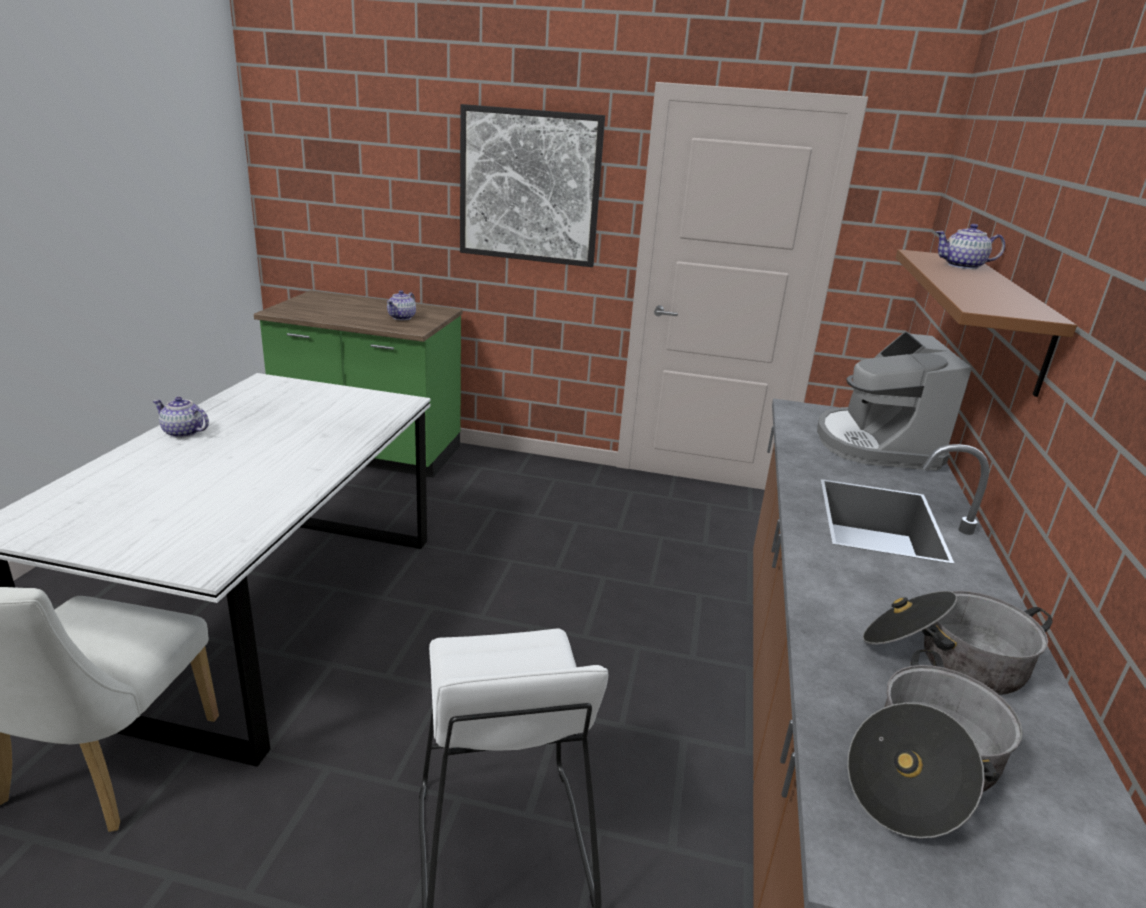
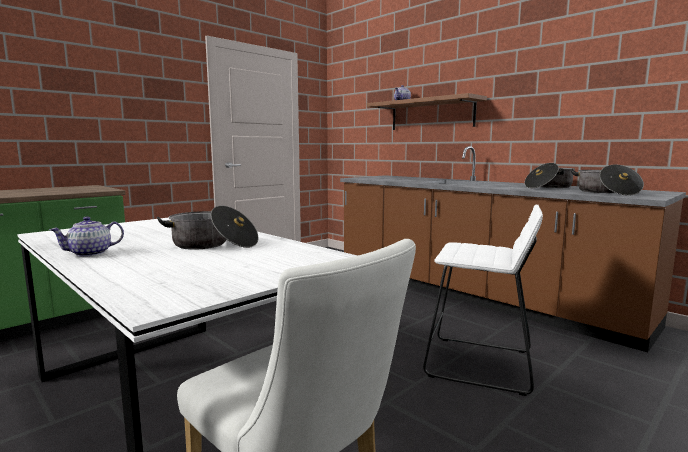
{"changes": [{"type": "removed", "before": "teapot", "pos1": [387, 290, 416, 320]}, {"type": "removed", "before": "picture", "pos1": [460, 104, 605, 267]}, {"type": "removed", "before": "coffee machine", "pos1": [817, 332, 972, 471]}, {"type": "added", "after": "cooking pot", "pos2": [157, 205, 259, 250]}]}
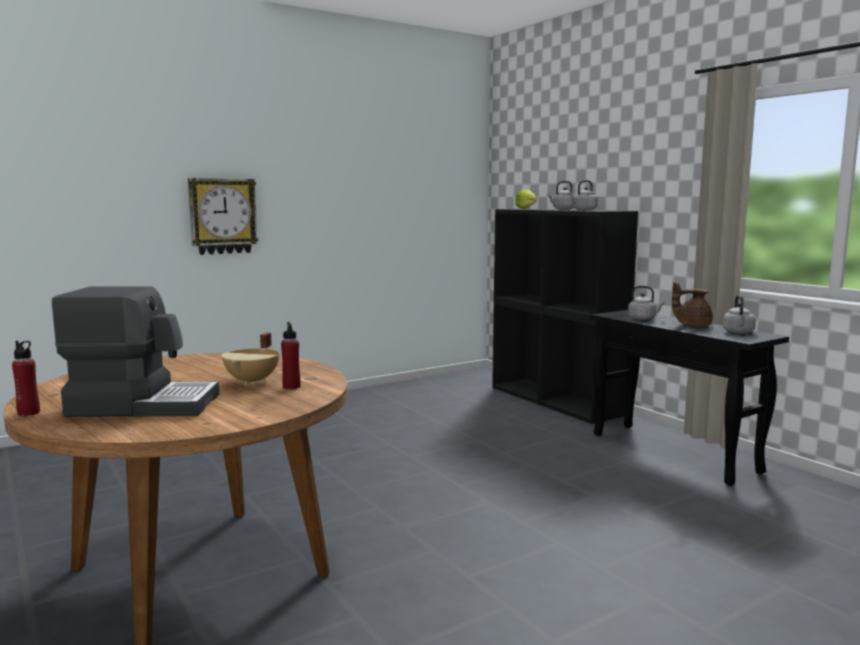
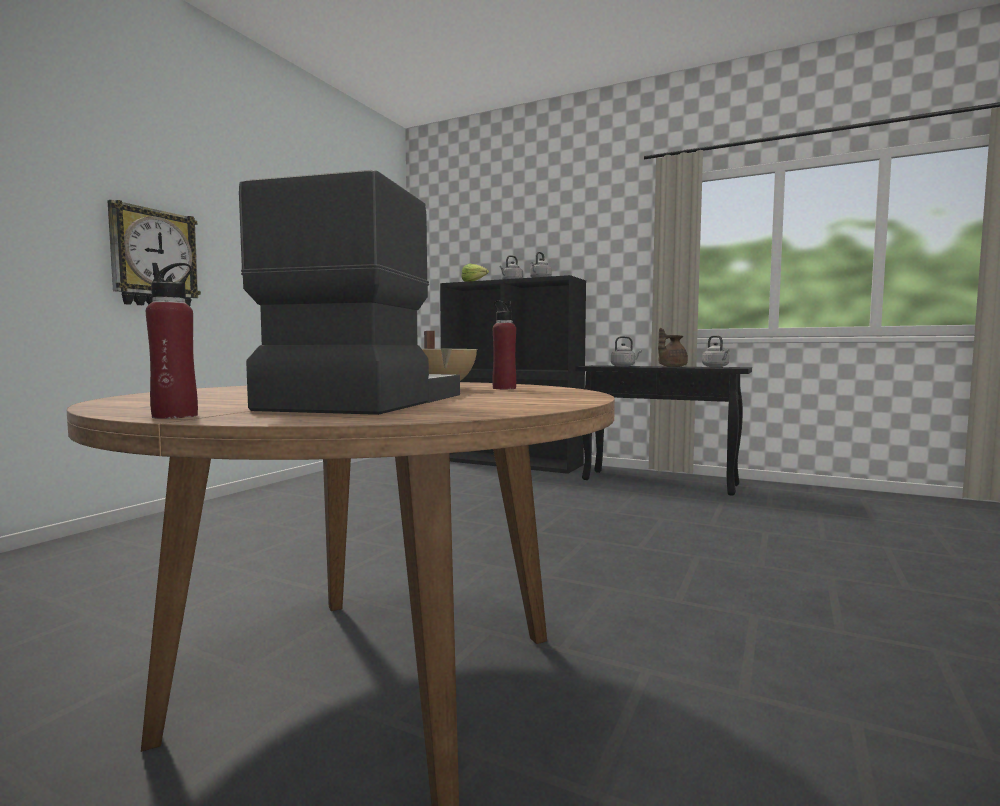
{"changes": [{"type": "turned", "before": "coffee machine", "pos1": [52, 286, 219, 417], "pos2": [239, 170, 460, 415], "turn": -45}]}
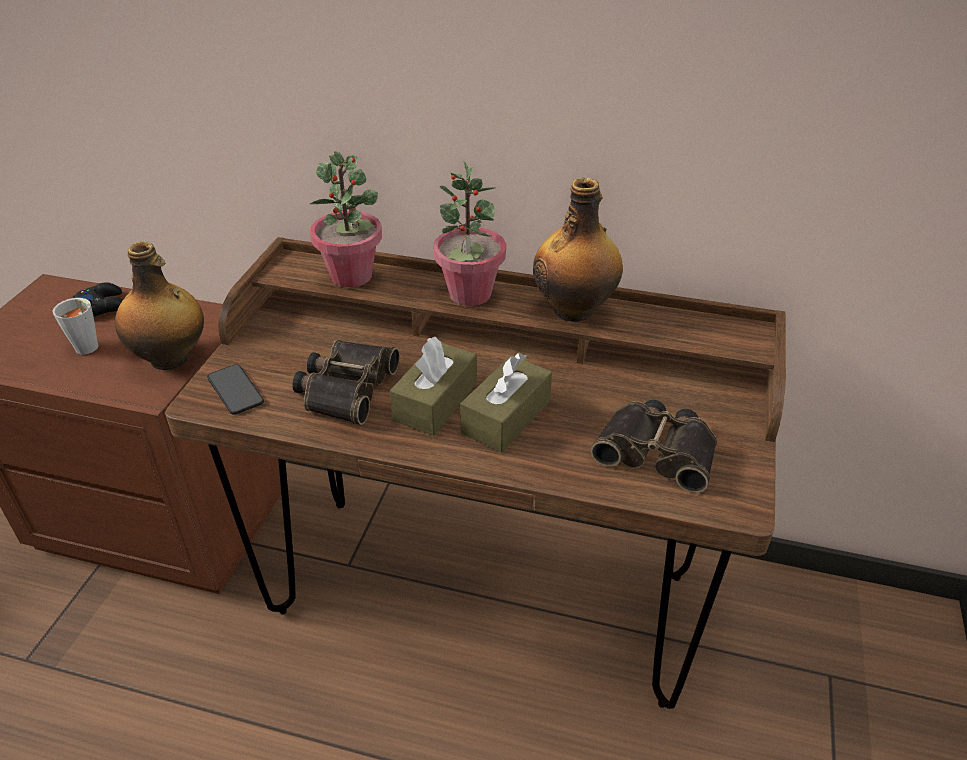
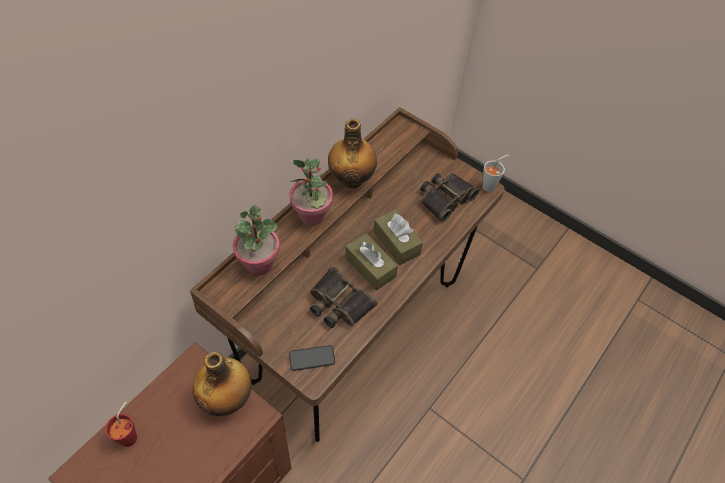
{"changes": [{"type": "moved", "before": "grey cup", "pos1": [52, 298, 99, 354], "pos2": [482, 155, 509, 192]}, {"type": "replaced", "before": "black game controller", "after": "red cup", "pos1": [73, 282, 123, 317], "pos2": [105, 401, 137, 447]}]}
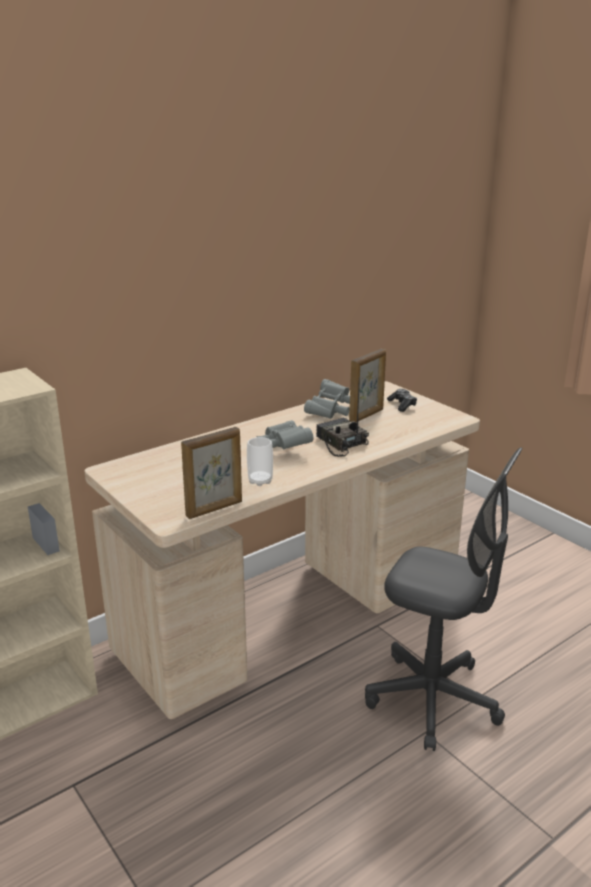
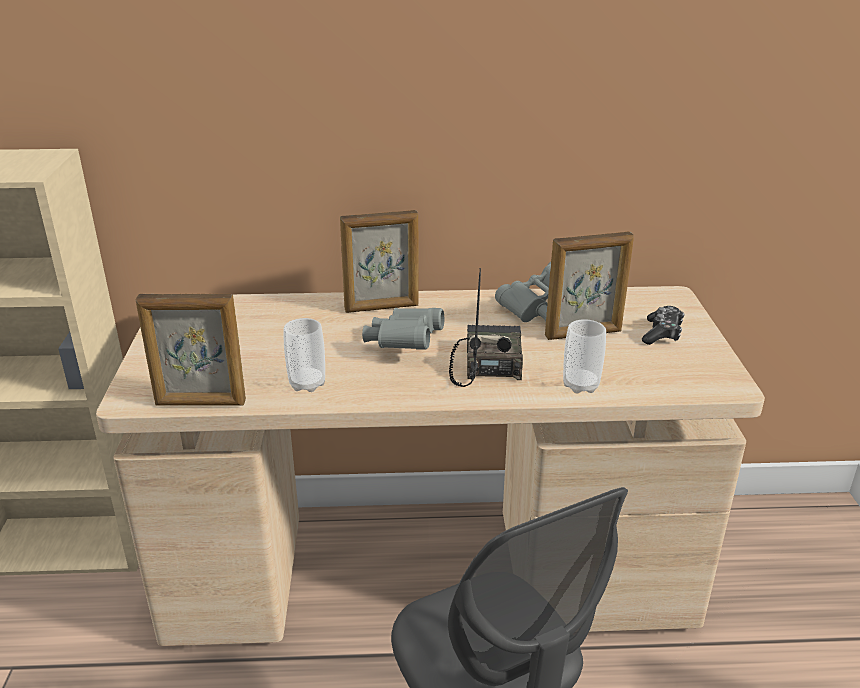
{"changes": [{"type": "added", "after": "picture frame", "pos2": [340, 210, 418, 313]}, {"type": "added", "after": "cup", "pos2": [563, 319, 606, 394]}]}
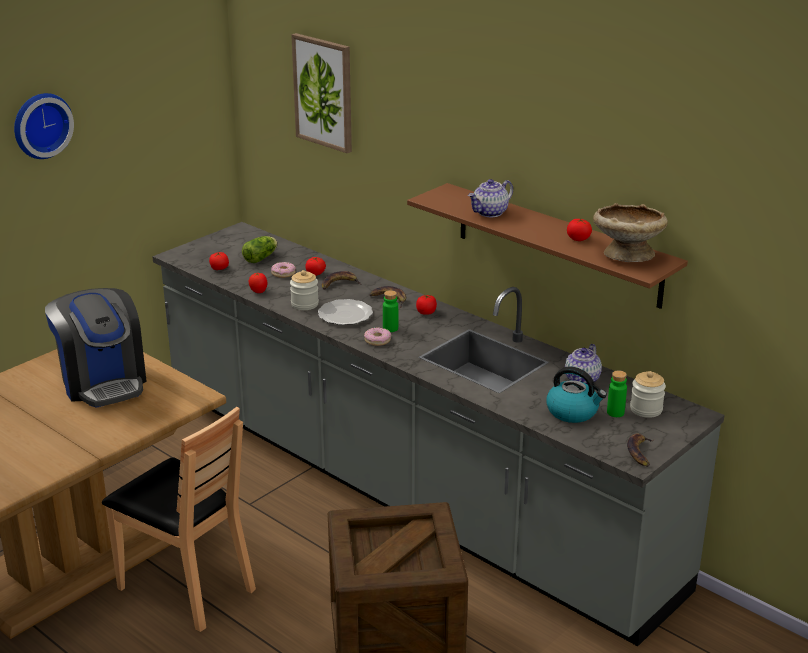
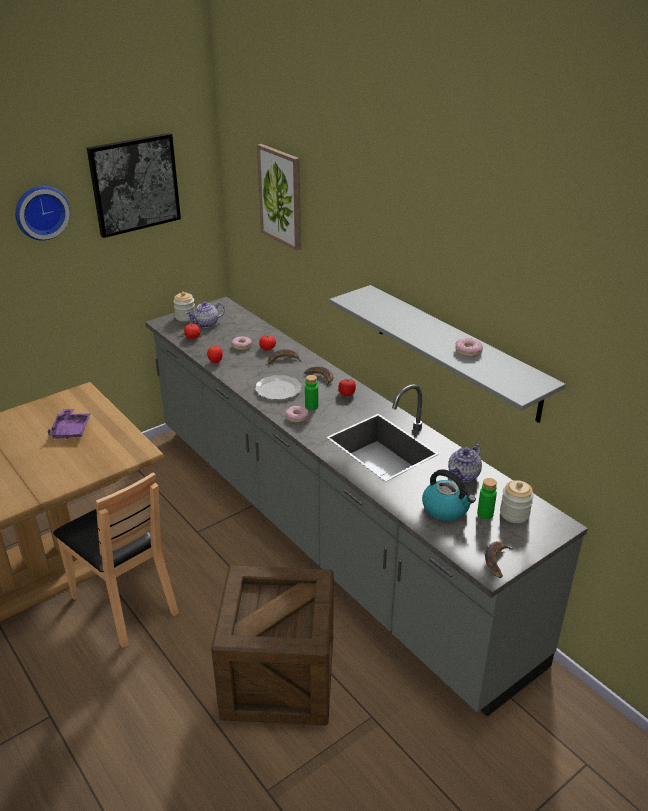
{"changes": [{"type": "removed", "before": "lettuce", "pos1": [242, 236, 277, 263]}, {"type": "removed", "before": "beige bowl", "pos1": [593, 203, 668, 262]}, {"type": "added", "after": "picture", "pos2": [87, 133, 181, 238]}, {"type": "moved", "before": "jar", "pos1": [290, 270, 319, 310], "pos2": [173, 292, 195, 322]}, {"type": "moved", "before": "teapot", "pos1": [468, 179, 513, 217], "pos2": [186, 302, 225, 328]}, {"type": "replaced", "before": "coffee machine", "after": "purple tray", "pos1": [45, 288, 147, 408], "pos2": [48, 409, 91, 439]}, {"type": "replaced", "before": "tomato", "after": "donut", "pos1": [567, 219, 592, 241], "pos2": [455, 338, 483, 357]}, {"type": "recoloured", "before": "brown shelf", "after": "grey shelf", "pos1": [407, 183, 688, 309], "pos2": [329, 285, 566, 423]}]}
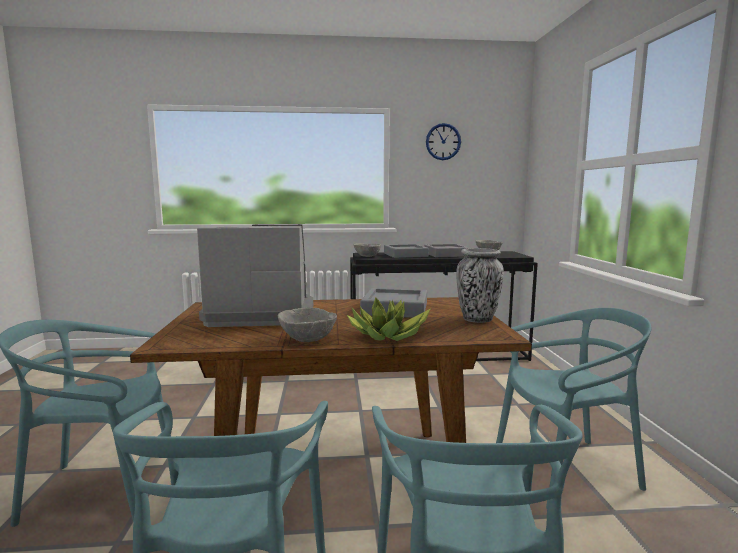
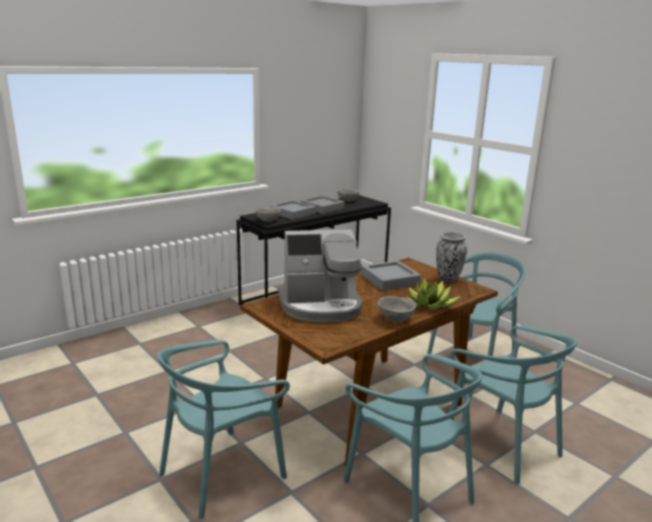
{"changes": [{"type": "removed", "before": "wall clock", "pos1": [426, 123, 461, 160]}, {"type": "turned", "before": "coffee machine", "pos1": [197, 224, 313, 327], "pos2": [278, 230, 362, 323], "turn": -150}]}
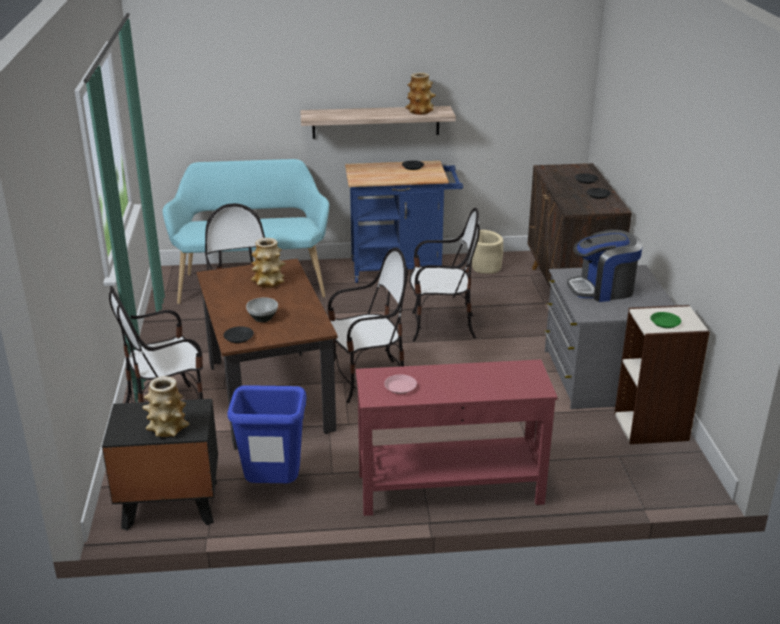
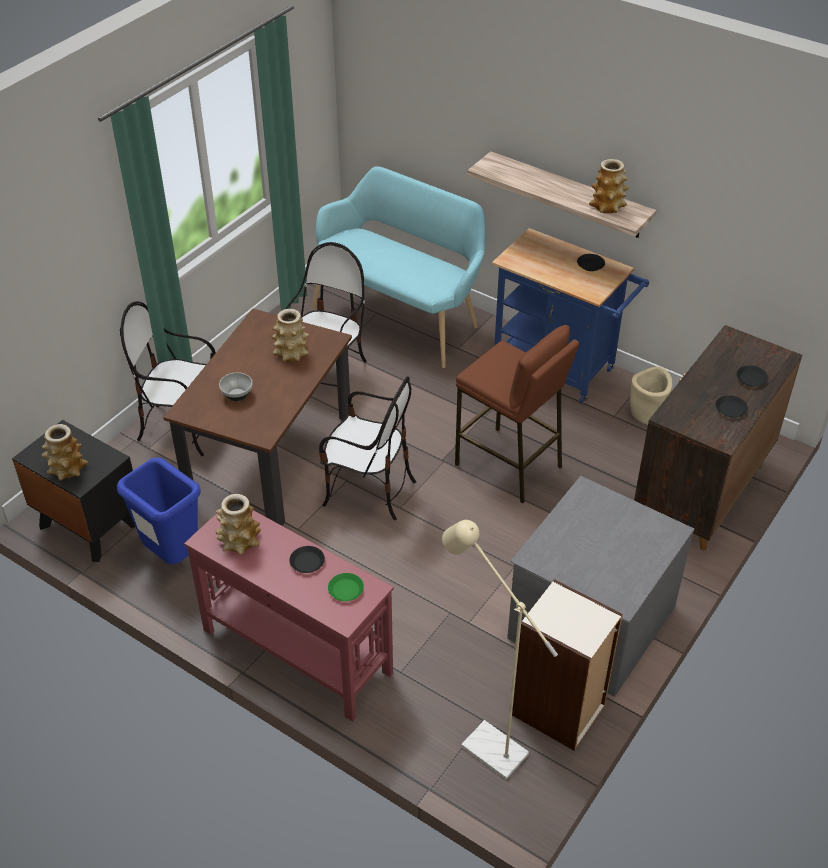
{"changes": [{"type": "removed", "before": "coffee machine", "pos1": [567, 229, 643, 302]}, {"type": "added", "after": "beige floor lamp", "pos2": [442, 520, 558, 780]}, {"type": "moved", "before": "black plate", "pos1": [223, 326, 254, 343], "pos2": [290, 546, 325, 573]}, {"type": "moved", "before": "green plate", "pos1": [650, 312, 681, 328], "pos2": [328, 573, 364, 601]}, {"type": "replaced", "before": "pink plate", "after": "vase", "pos1": [384, 374, 417, 394], "pos2": [216, 494, 261, 555]}, {"type": "replaced", "before": "chair", "after": "brown stool", "pos1": [409, 208, 480, 341], "pos2": [455, 325, 579, 504]}]}
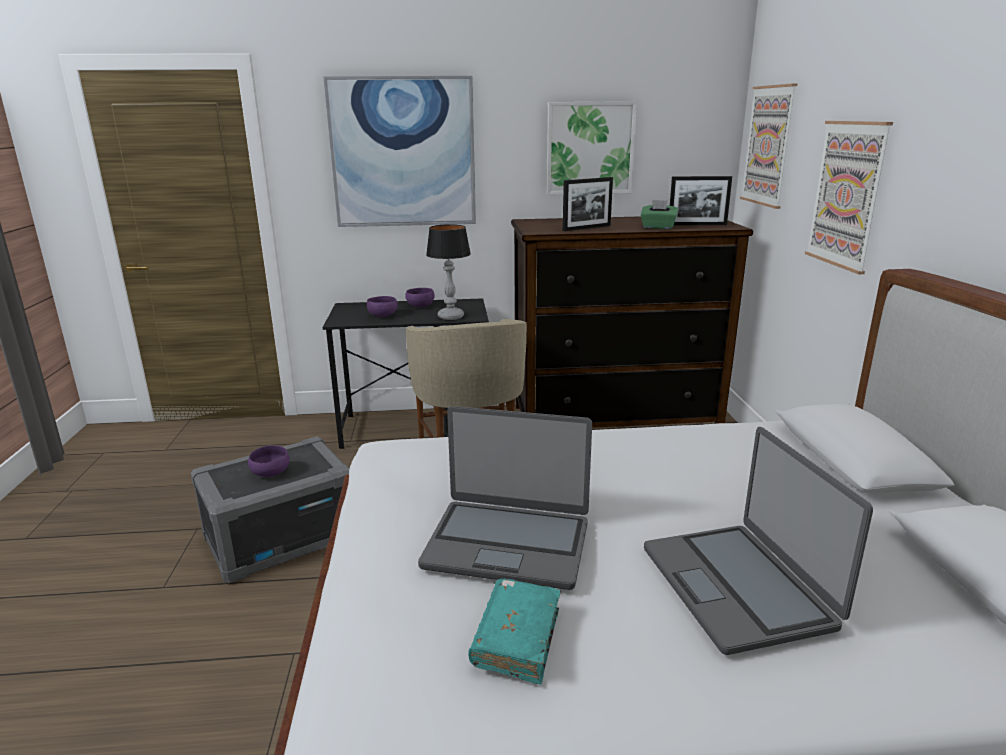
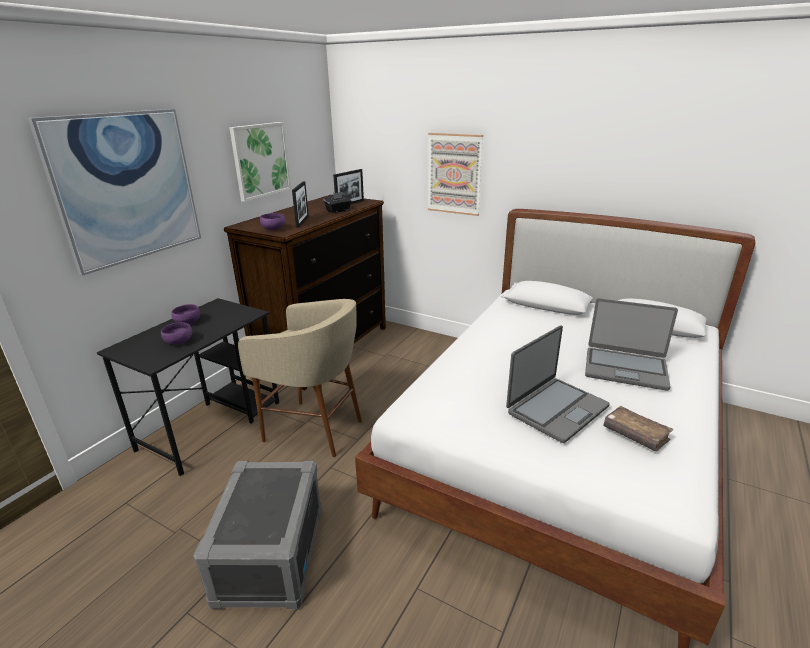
{"changes": [{"type": "removed", "before": "table lamp", "pos1": [426, 224, 471, 320]}, {"type": "removed", "before": "picture", "pos1": [740, 83, 798, 209]}, {"type": "moved", "before": "purple bowl", "pos1": [248, 445, 290, 477], "pos2": [260, 213, 286, 230]}, {"type": "recoloured", "before": "turquoise book", "after": "brown book", "pos1": [468, 578, 561, 685], "pos2": [604, 406, 673, 451]}, {"type": "recoloured", "before": "green tissue box", "after": "black tissue box", "pos1": [641, 200, 678, 229], "pos2": [324, 192, 351, 213]}]}
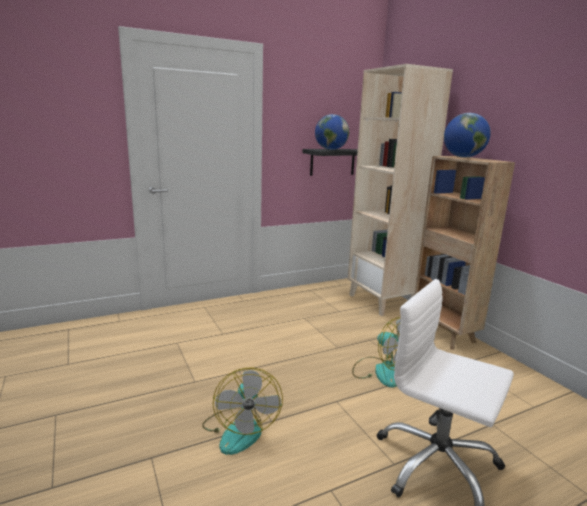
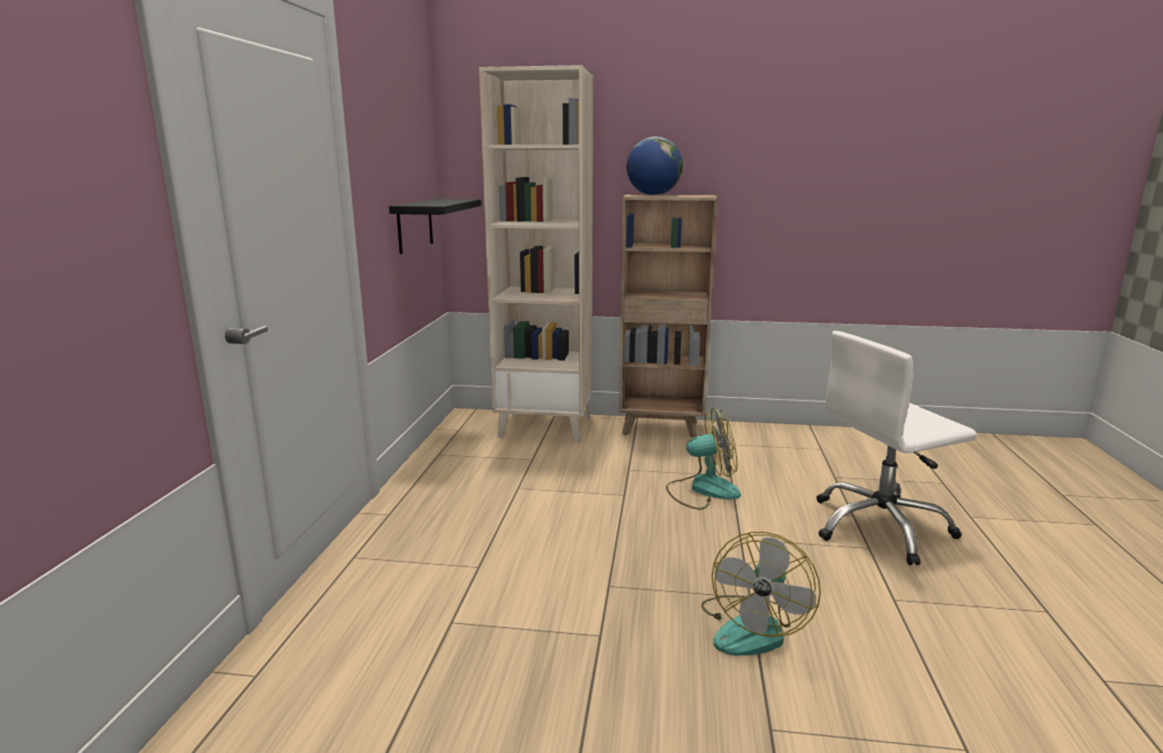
{"changes": [{"type": "removed", "before": "globe", "pos1": [315, 114, 349, 150]}, {"type": "turned", "before": "fan", "pos1": [202, 368, 283, 455], "pos2": [701, 532, 821, 656], "turn": 90}]}
